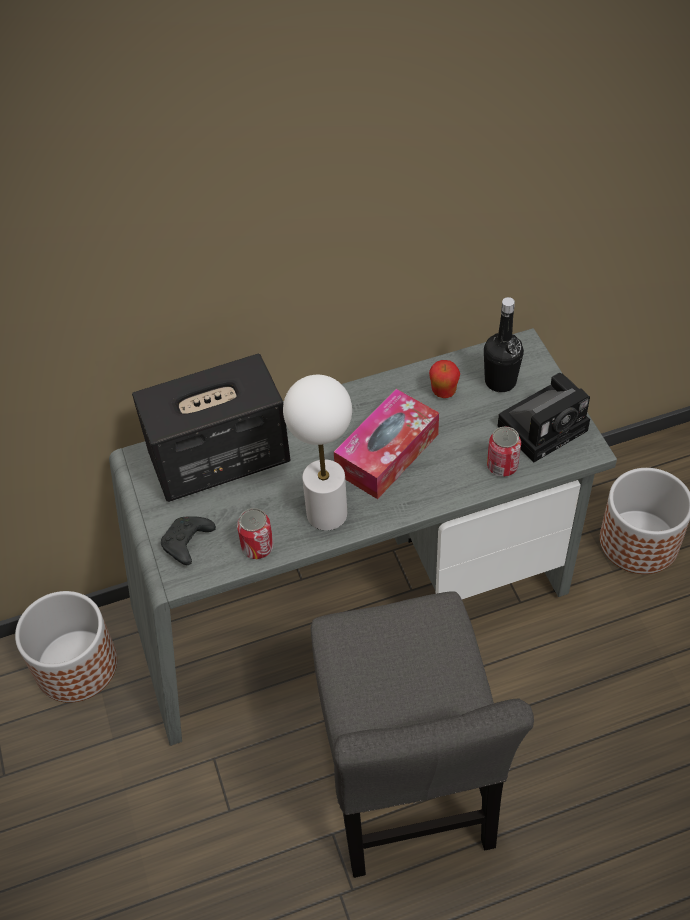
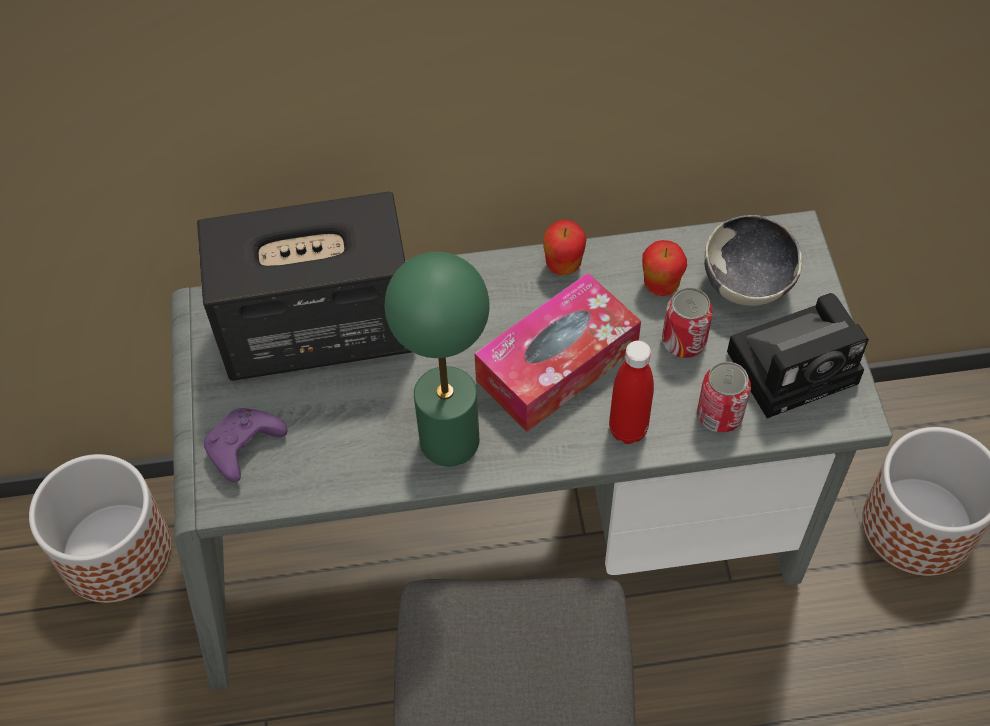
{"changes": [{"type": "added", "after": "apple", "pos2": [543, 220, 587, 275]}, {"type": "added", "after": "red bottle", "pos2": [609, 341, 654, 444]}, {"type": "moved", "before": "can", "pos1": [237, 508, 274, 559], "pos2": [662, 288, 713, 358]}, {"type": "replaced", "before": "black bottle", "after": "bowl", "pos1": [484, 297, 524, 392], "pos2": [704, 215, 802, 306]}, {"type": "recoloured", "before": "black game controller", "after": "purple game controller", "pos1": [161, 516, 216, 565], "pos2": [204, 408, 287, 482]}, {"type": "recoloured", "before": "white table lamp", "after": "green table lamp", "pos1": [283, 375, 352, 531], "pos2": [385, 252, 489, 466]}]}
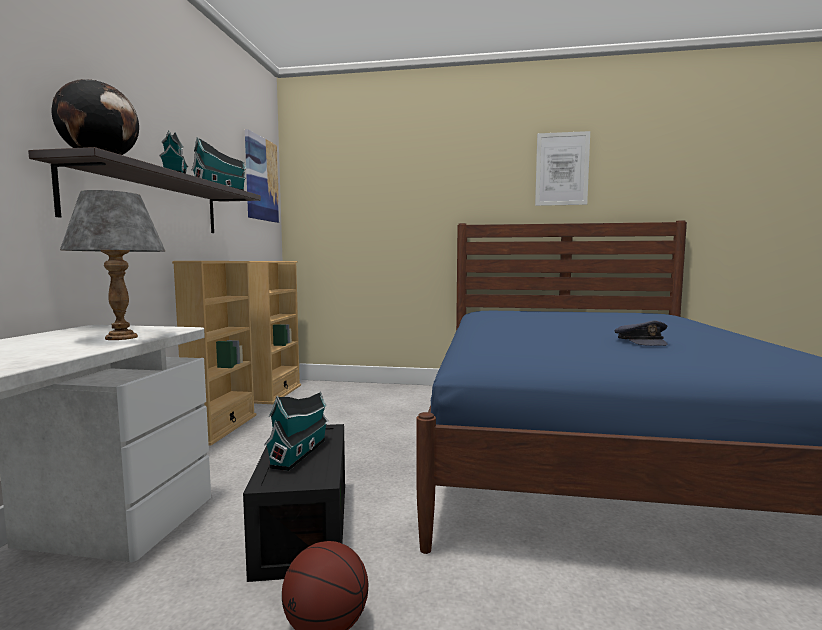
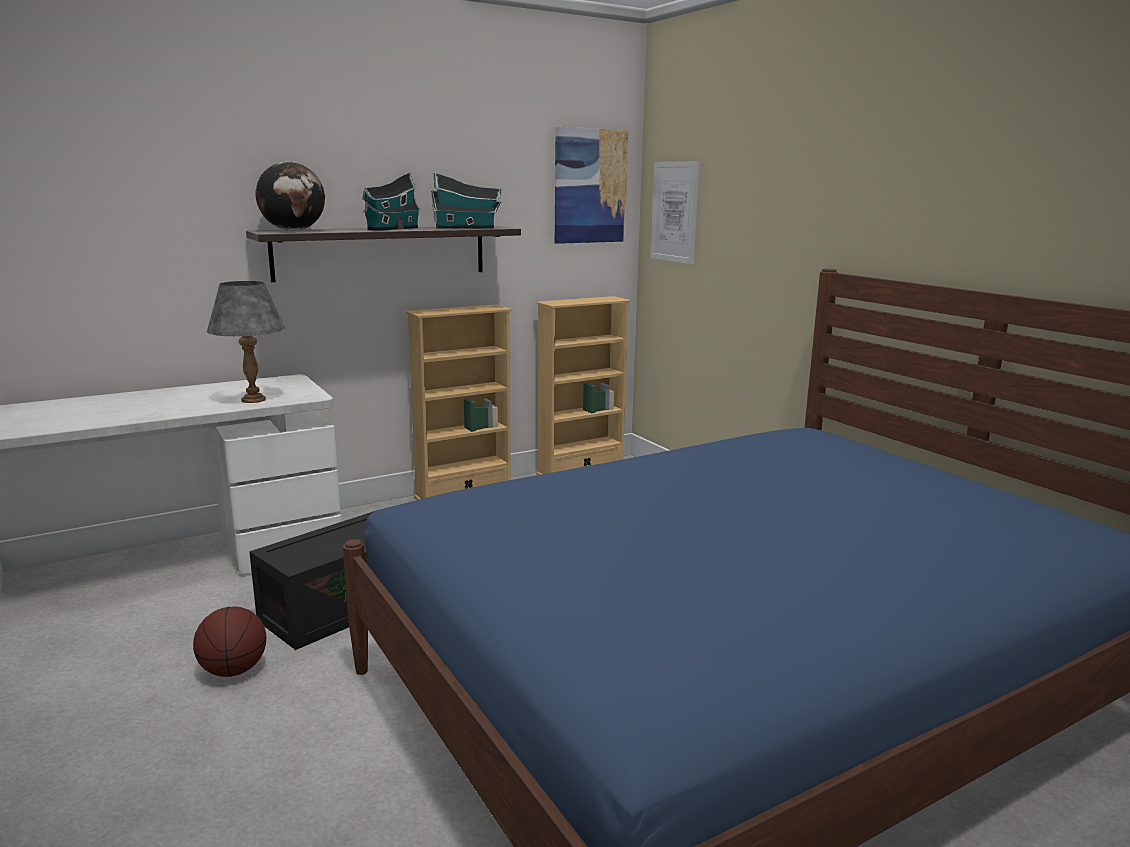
{"changes": [{"type": "removed", "before": "toy house", "pos1": [264, 391, 329, 471]}, {"type": "removed", "before": "grey cap", "pos1": [614, 320, 668, 346]}, {"type": "moved", "before": "picture", "pos1": [535, 131, 590, 206], "pos2": [650, 161, 700, 264]}]}
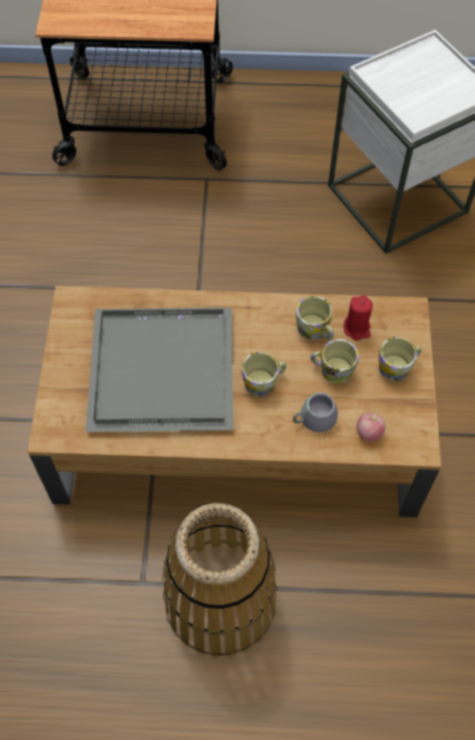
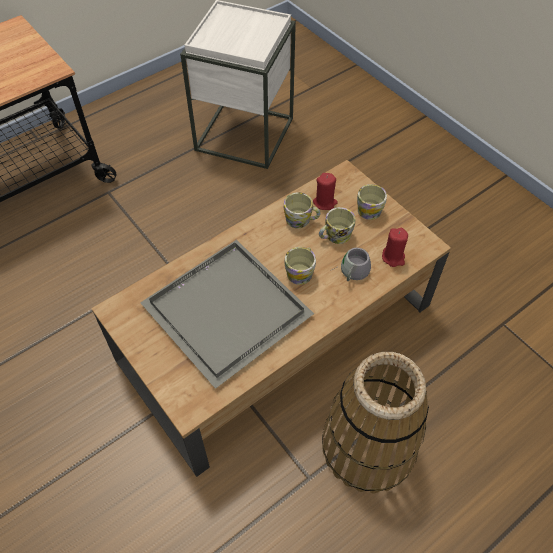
{"changes": [{"type": "replaced", "before": "apple", "after": "red candle", "pos1": [357, 413, 386, 442], "pos2": [382, 228, 408, 267]}]}
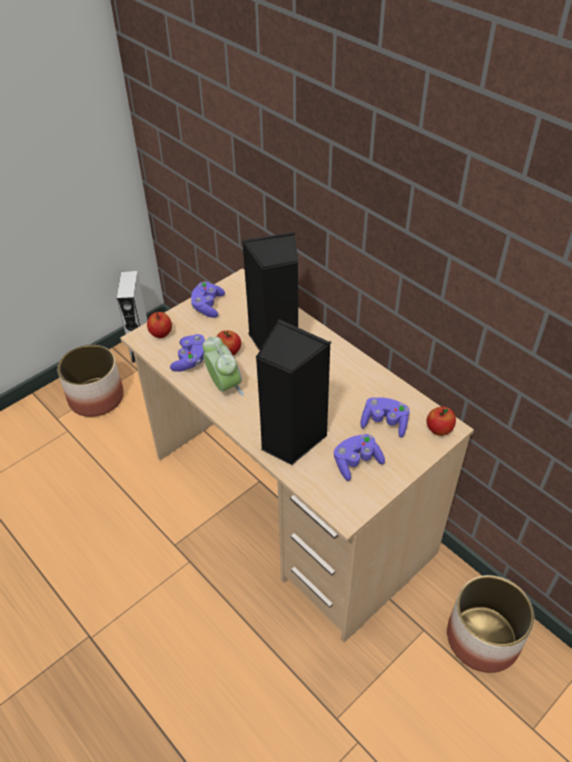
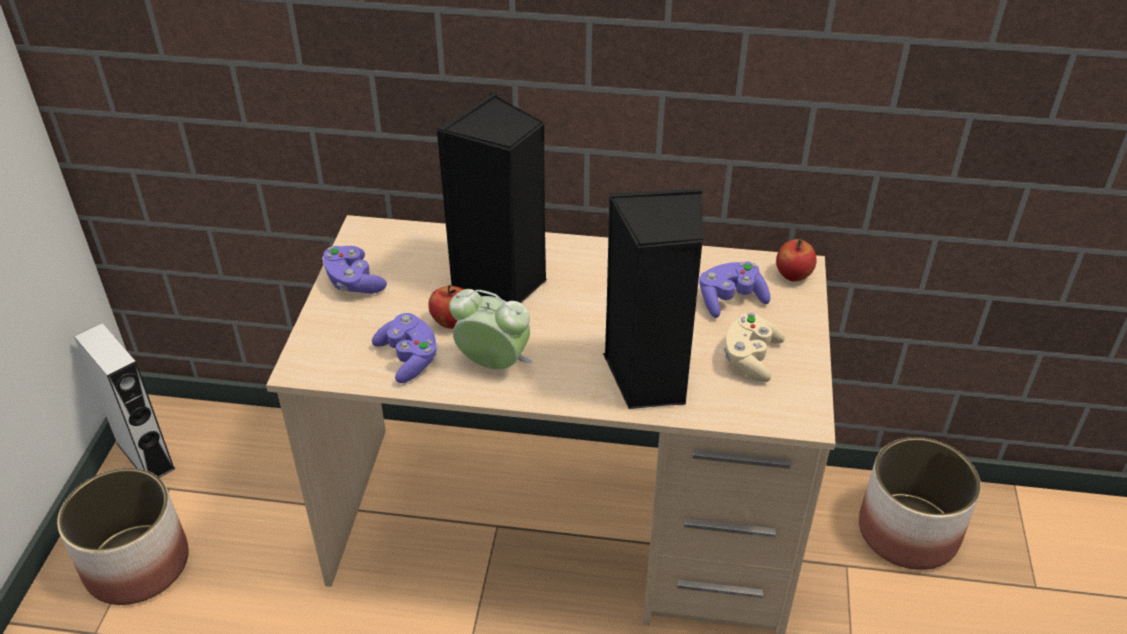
{"changes": [{"type": "removed", "before": "apple", "pos1": [147, 312, 172, 338]}, {"type": "recoloured", "before": "purple game controller", "after": "beige game controller", "pos1": [334, 434, 385, 481], "pos2": [724, 313, 785, 382]}]}
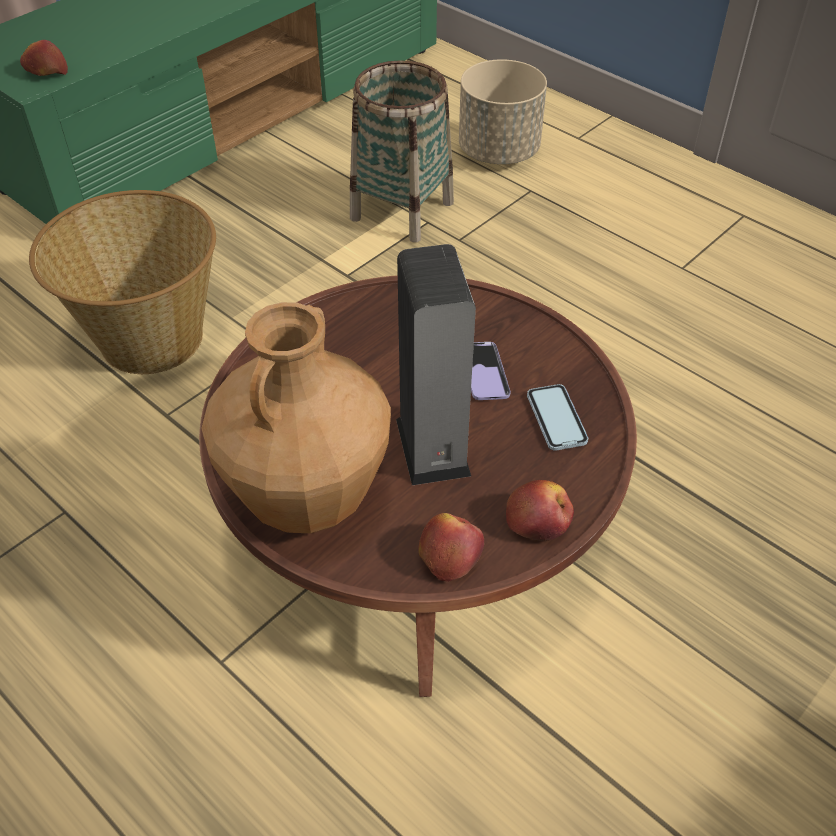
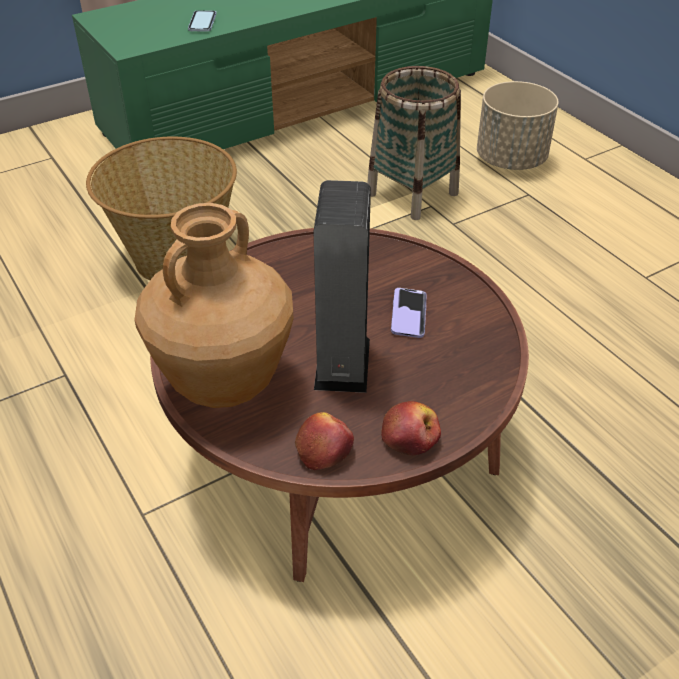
{"changes": [{"type": "removed", "before": "apple", "pos1": [20, 40, 68, 76]}, {"type": "moved", "before": "phone", "pos1": [527, 384, 588, 451], "pos2": [188, 10, 217, 32]}]}
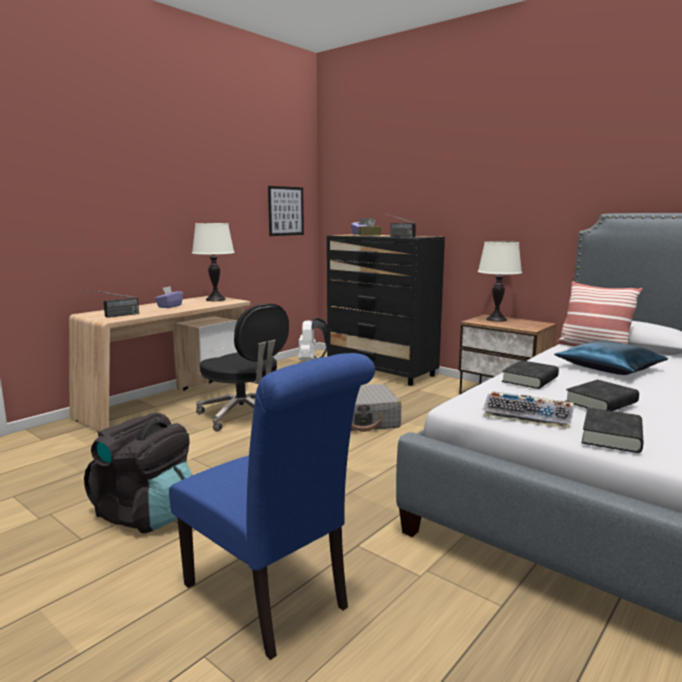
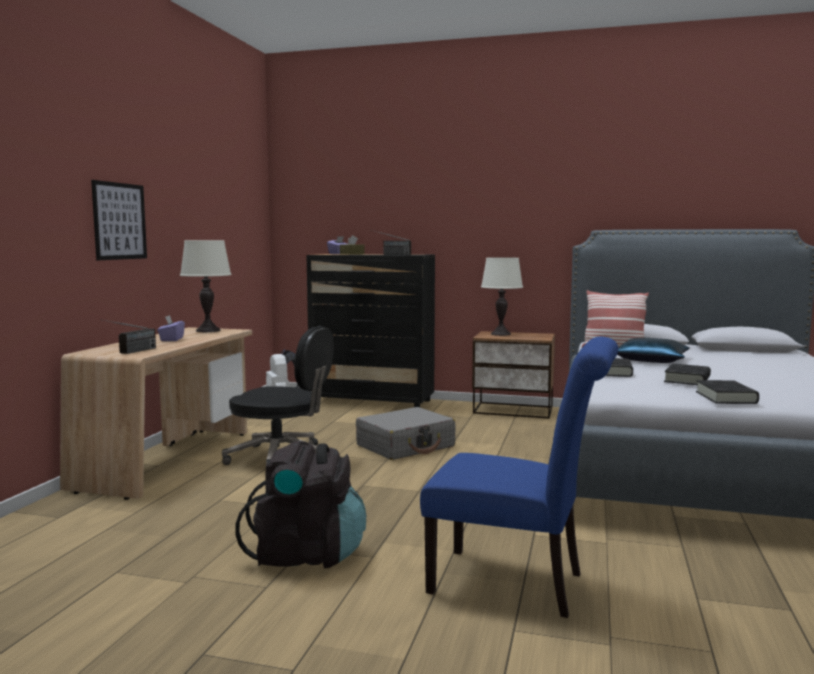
{"changes": [{"type": "removed", "before": "keyboard", "pos1": [482, 391, 574, 429]}, {"type": "moved", "before": "picture", "pos1": [268, 186, 304, 236], "pos2": [91, 180, 147, 260]}]}
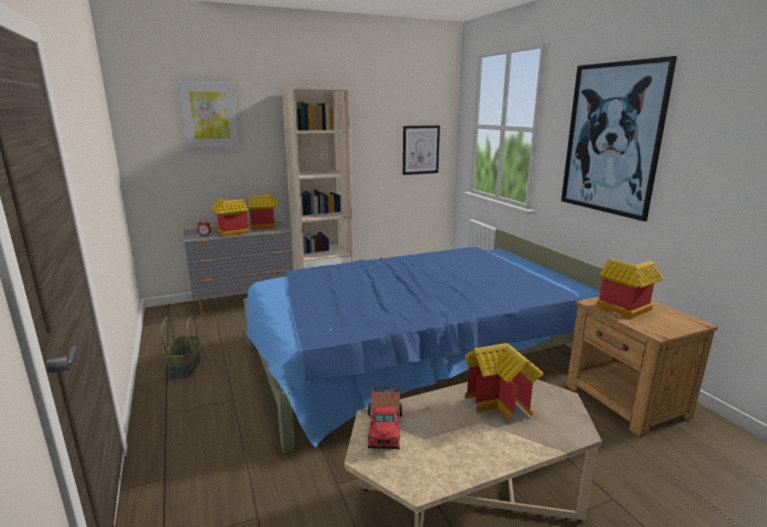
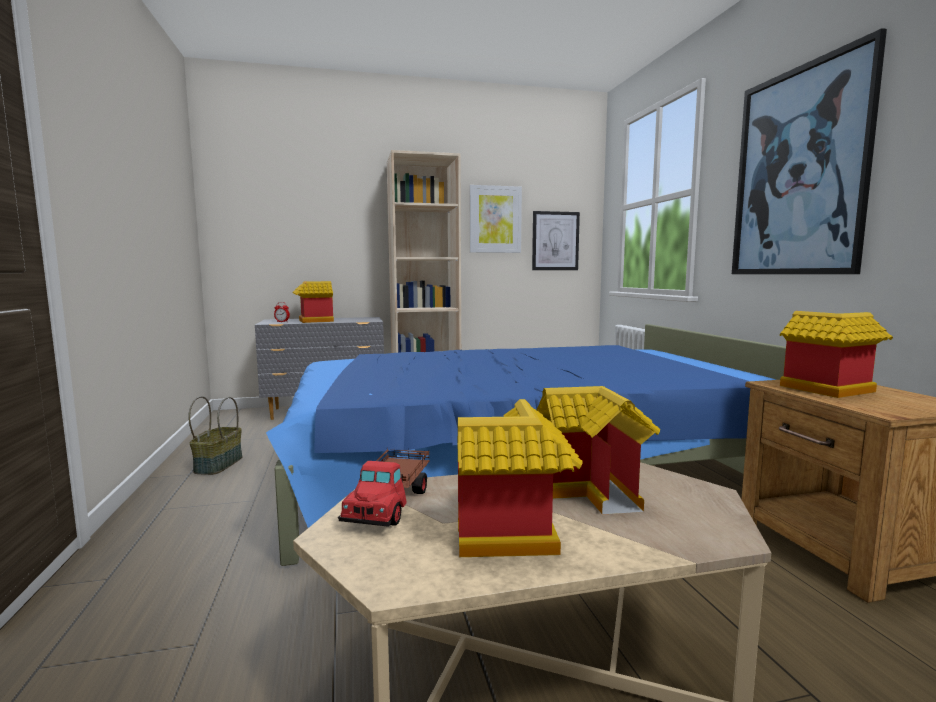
{"changes": [{"type": "moved", "before": "picture", "pos1": [178, 82, 240, 149], "pos2": [470, 185, 522, 253]}, {"type": "moved", "before": "toy house", "pos1": [248, 193, 279, 230], "pos2": [458, 399, 583, 557]}]}
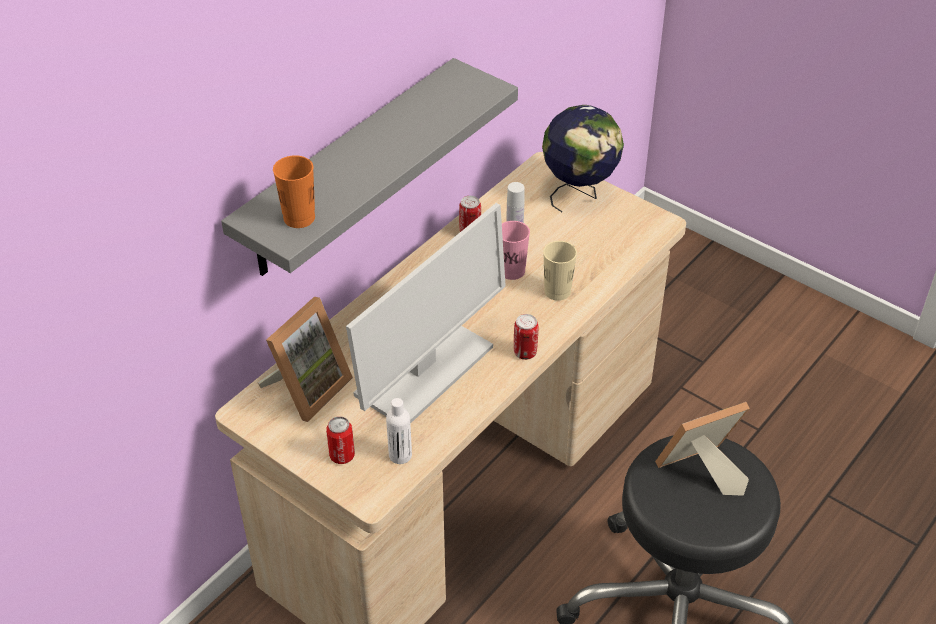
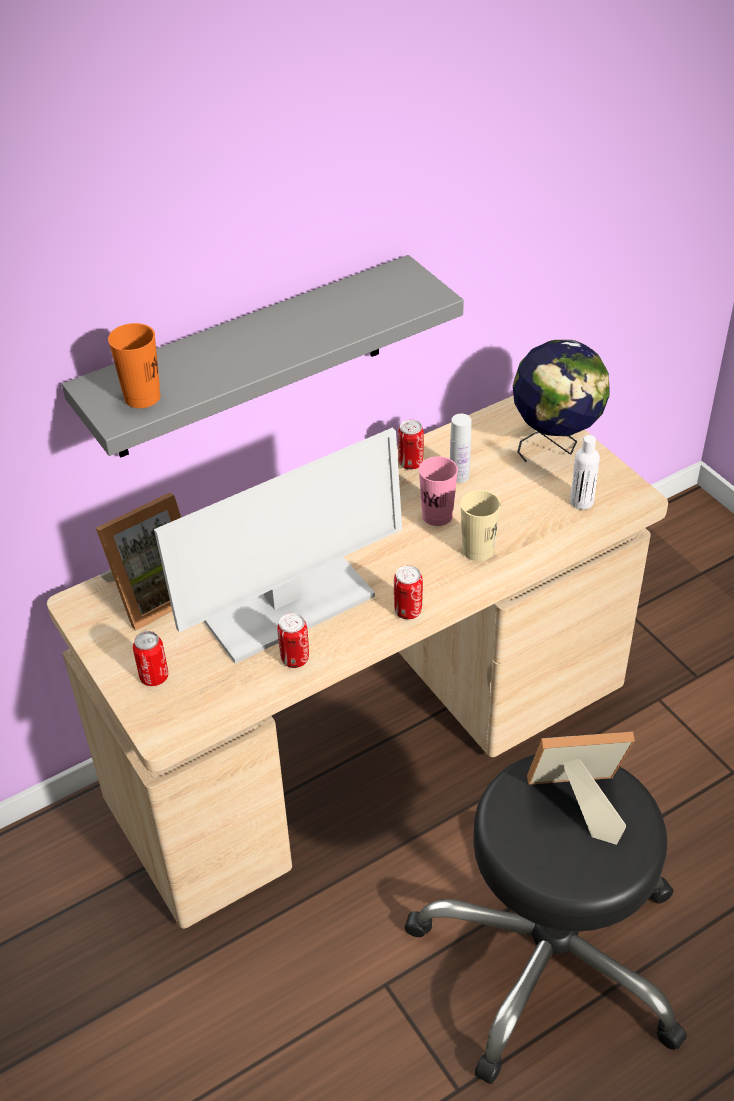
{"changes": [{"type": "added", "after": "can", "pos2": [277, 613, 309, 668]}, {"type": "moved", "before": "white bottle", "pos1": [386, 398, 412, 464], "pos2": [570, 435, 600, 510]}]}
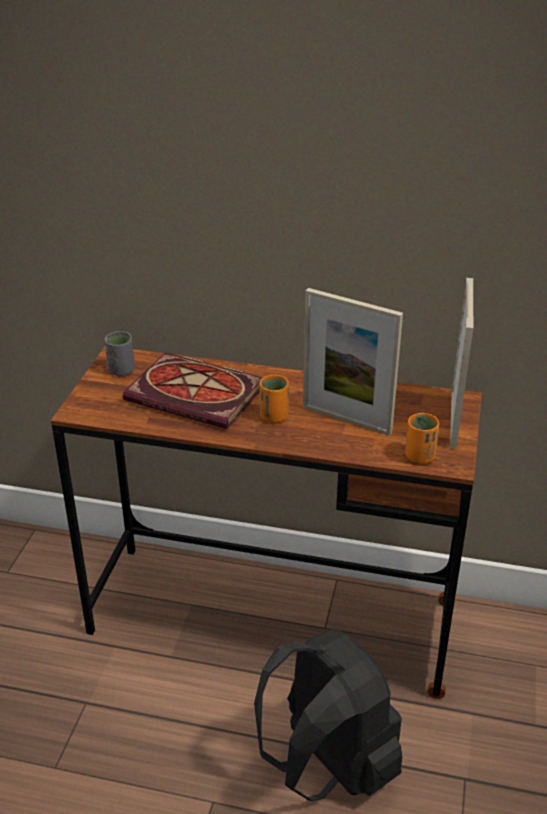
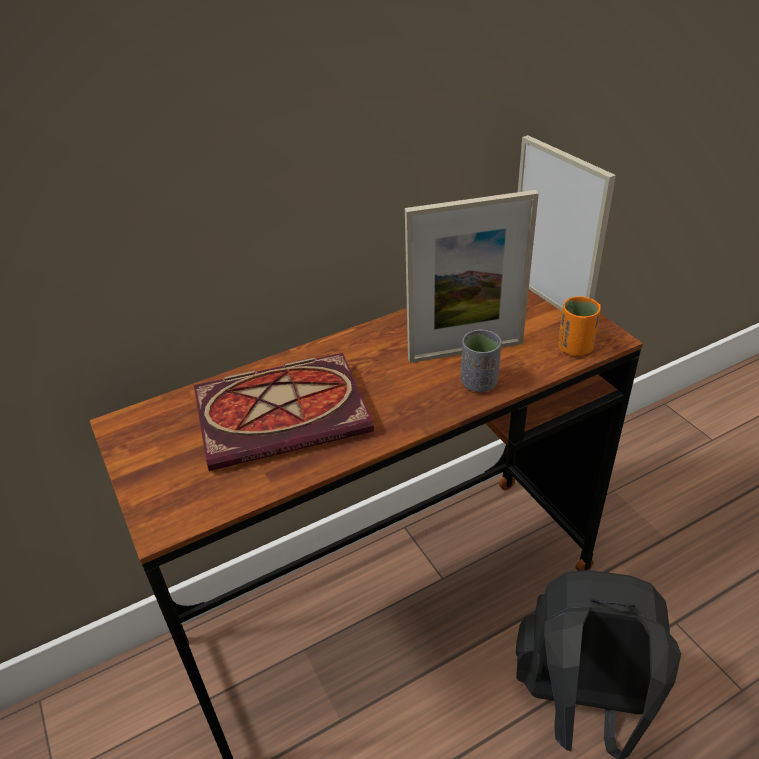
{"changes": [{"type": "removed", "before": "orange cup", "pos1": [260, 375, 289, 423]}, {"type": "moved", "before": "grey cup", "pos1": [104, 331, 135, 376], "pos2": [461, 329, 501, 392]}]}
